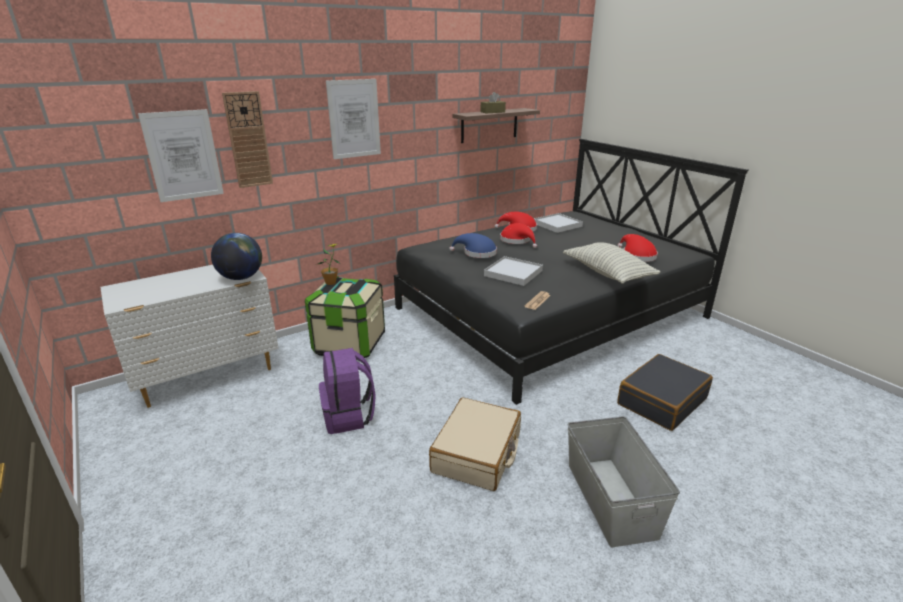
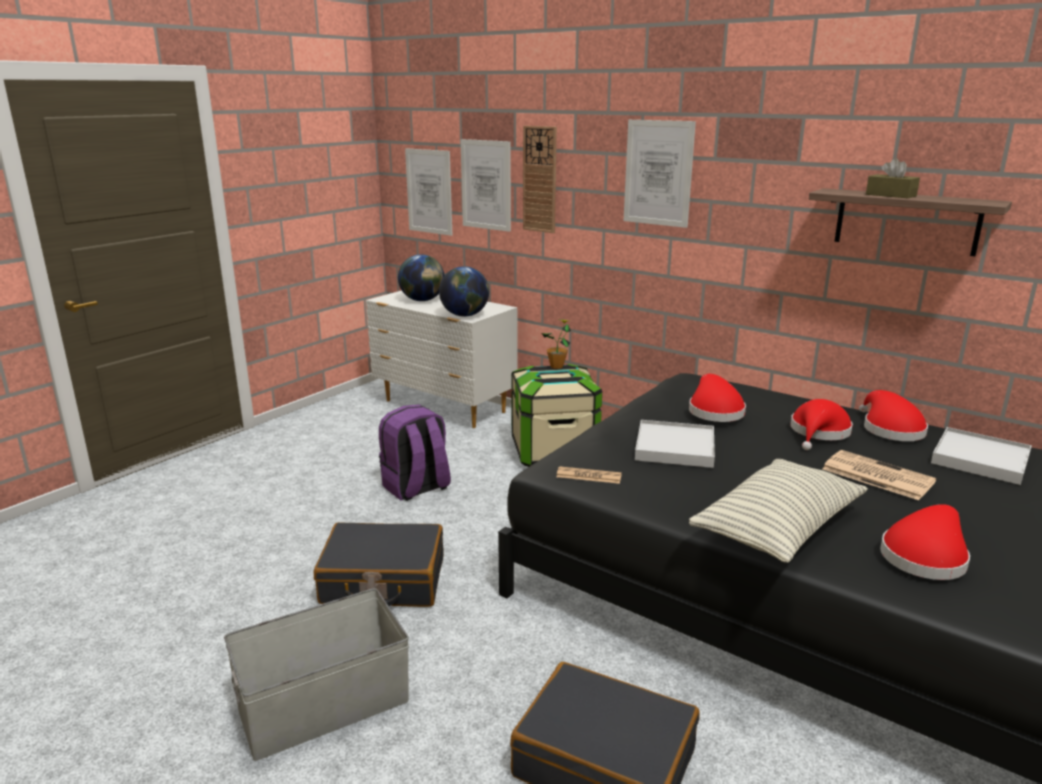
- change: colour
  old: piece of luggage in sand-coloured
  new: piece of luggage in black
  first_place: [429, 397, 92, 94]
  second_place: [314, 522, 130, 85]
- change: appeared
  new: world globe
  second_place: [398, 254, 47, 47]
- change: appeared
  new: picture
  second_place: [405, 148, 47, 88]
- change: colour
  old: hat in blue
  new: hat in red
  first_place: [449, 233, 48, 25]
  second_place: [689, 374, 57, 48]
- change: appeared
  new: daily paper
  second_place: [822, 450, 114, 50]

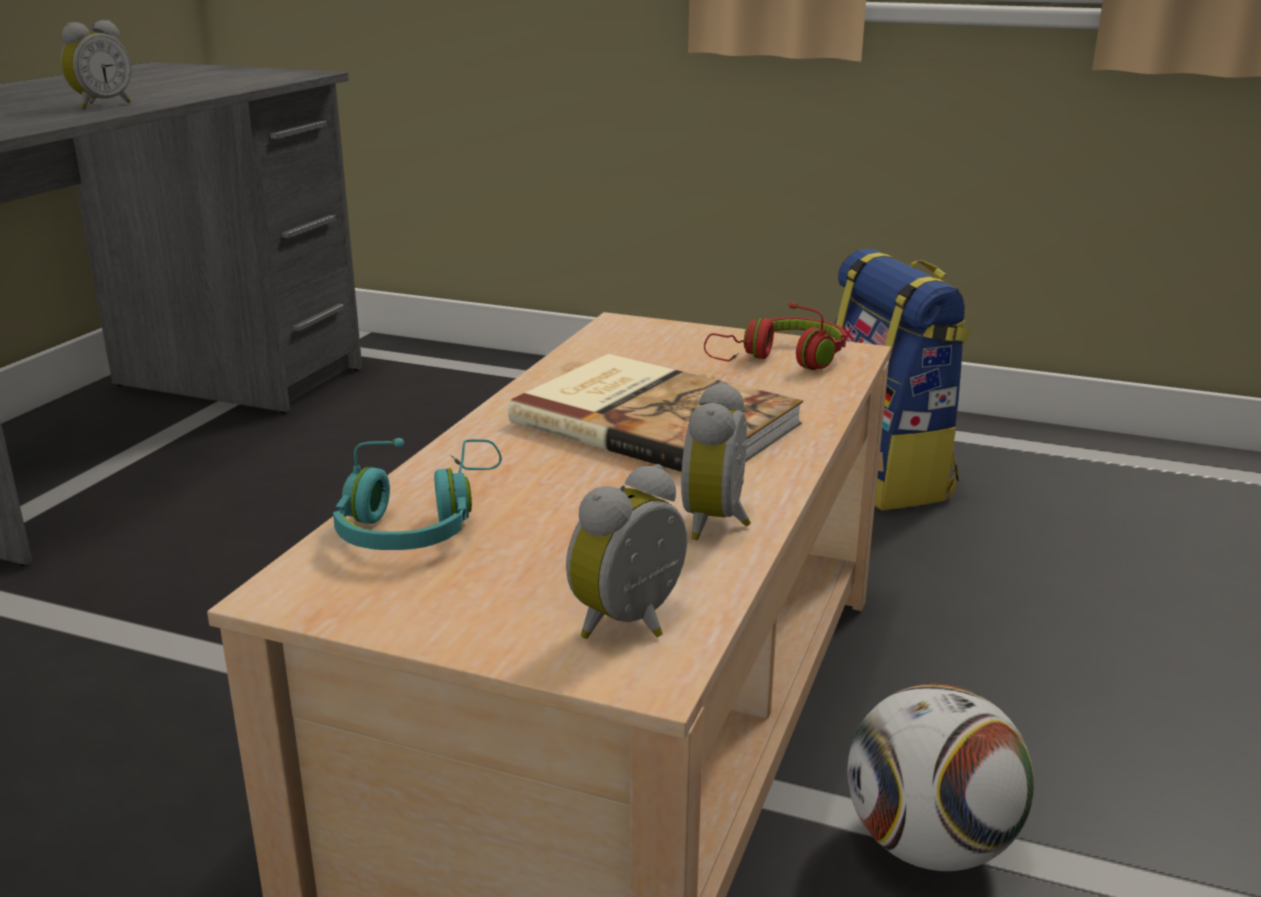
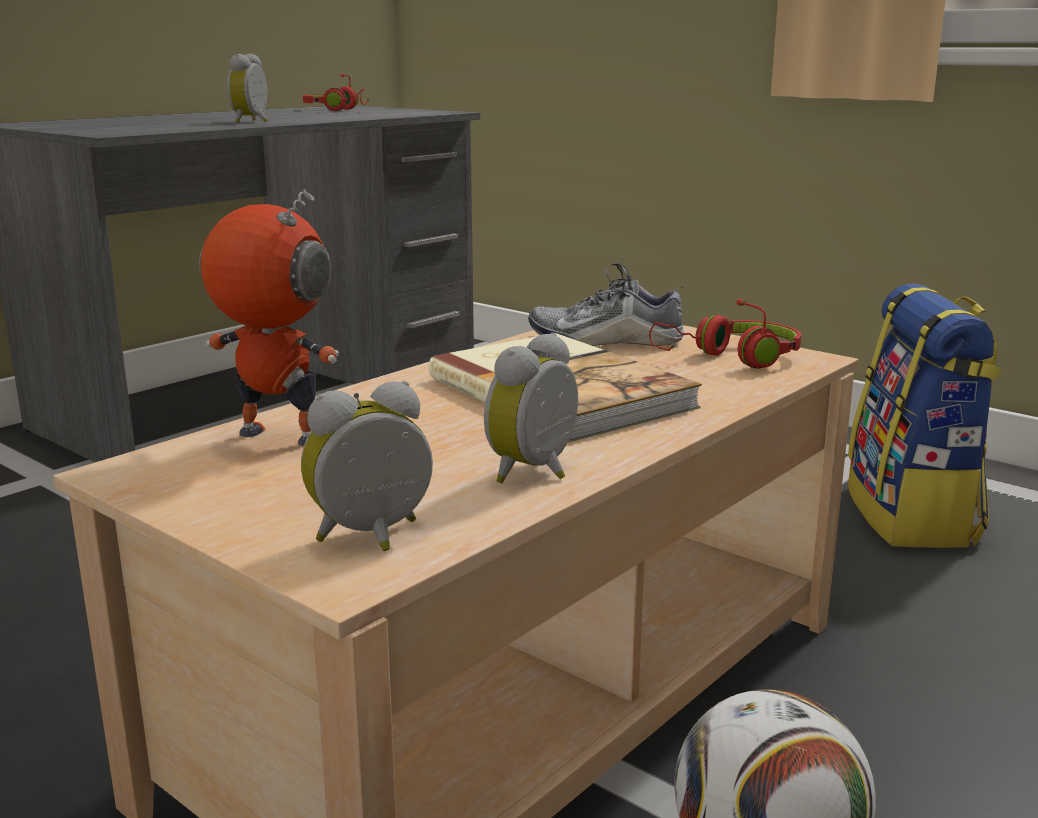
- change: exchanged
  old: headset in turquoise
  new: toy robot
  first_place: [333, 438, 169, 112]
  second_place: [199, 189, 140, 257]
- change: spun
  old: alarm clock
  first_place: [60, 20, 71, 89]
  second_place: [227, 54, 40, 69]
  degrees: 135
- change: appeared
  new: headset in red
  second_place: [303, 73, 66, 38]
- change: appeared
  new: item of footwear
  second_place: [528, 262, 157, 84]

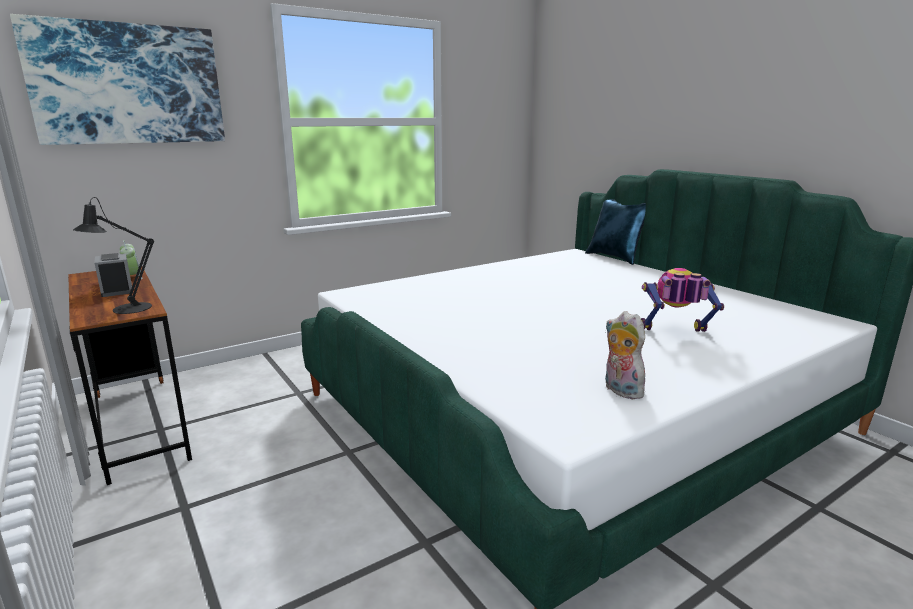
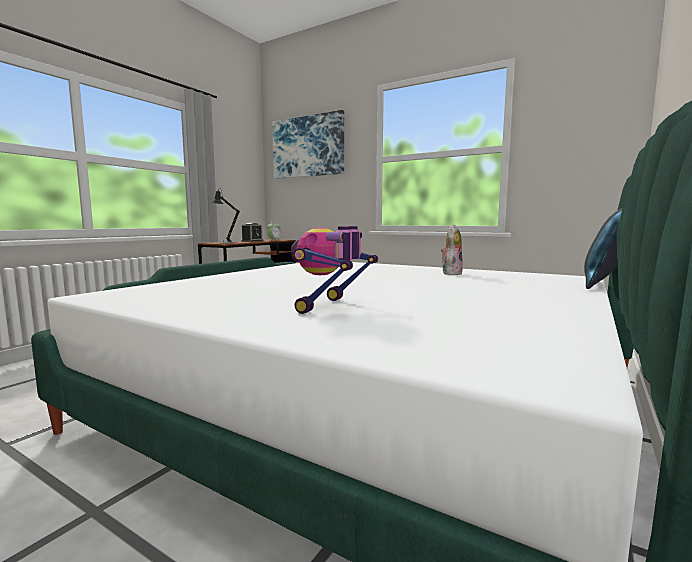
- change: spun
  old: toy robot
  first_place: [641, 268, 83, 64]
  second_place: [291, 226, 87, 88]
  degrees: -135
- change: relocated
  old: cuddly toy
  first_place: [605, 311, 41, 88]
  second_place: [441, 224, 22, 51]

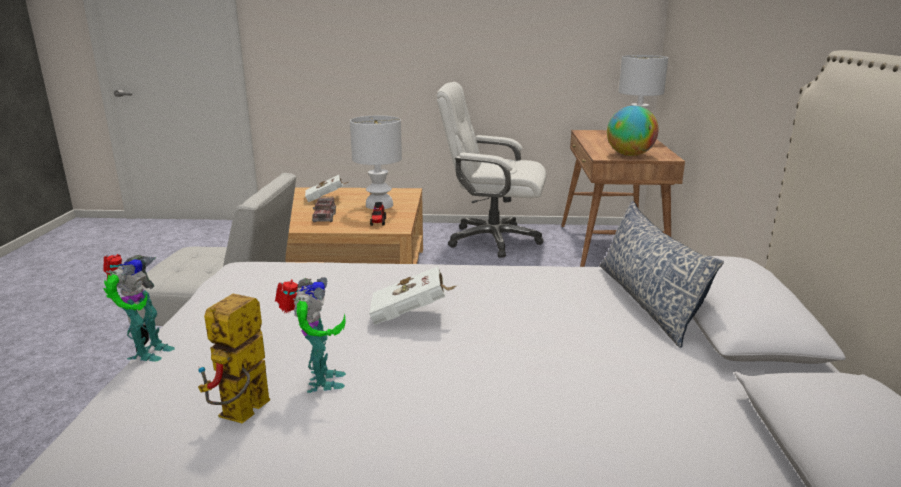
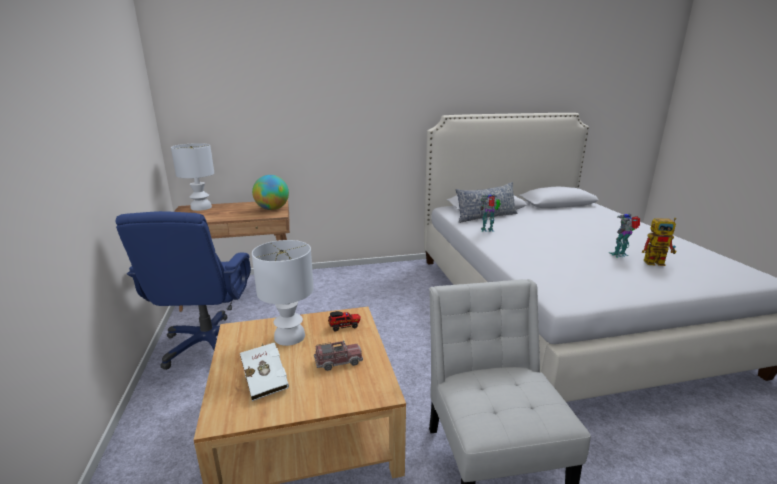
- change: colour
  old: desk chair in whitish
  new: desk chair in blue
  first_place: [437, 82, 109, 176]
  second_place: [116, 211, 135, 159]
- change: relocated
  old: toy robot
  first_place: [103, 254, 72, 108]
  second_place: [480, 195, 21, 37]
- change: missing
  old: volume in whitish
  first_place: [369, 266, 89, 59]

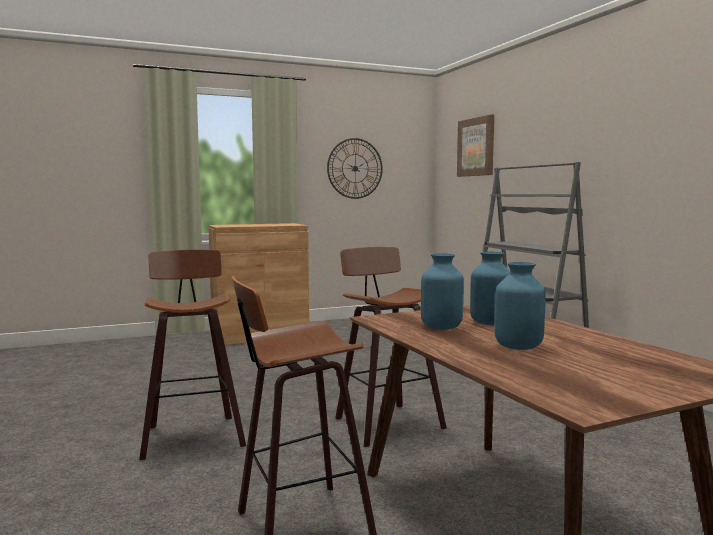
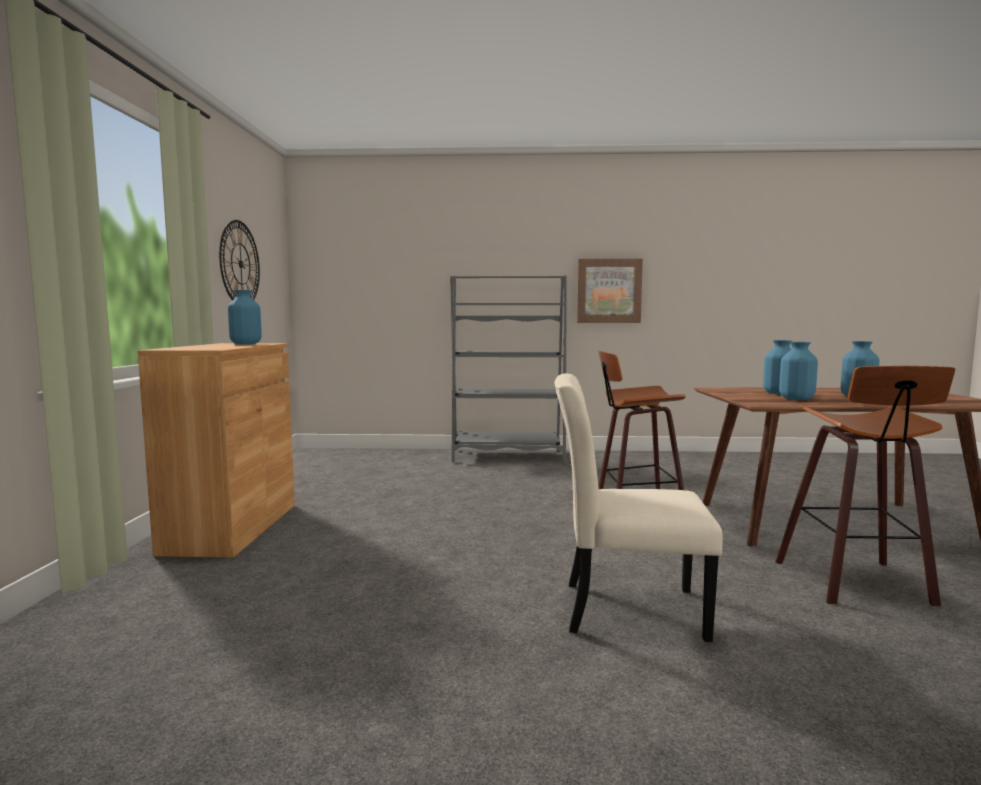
- change: appeared
  new: decorative vase in blue
  second_place: [228, 290, 34, 55]
- change: exchanged
  old: sitting stool
  new: upright chair in sand-coloured
  first_place: [139, 249, 107, 211]
  second_place: [555, 374, 168, 268]
- change: relocated
  old: picture
  first_place: [457, 114, 37, 63]
  second_place: [577, 259, 66, 64]

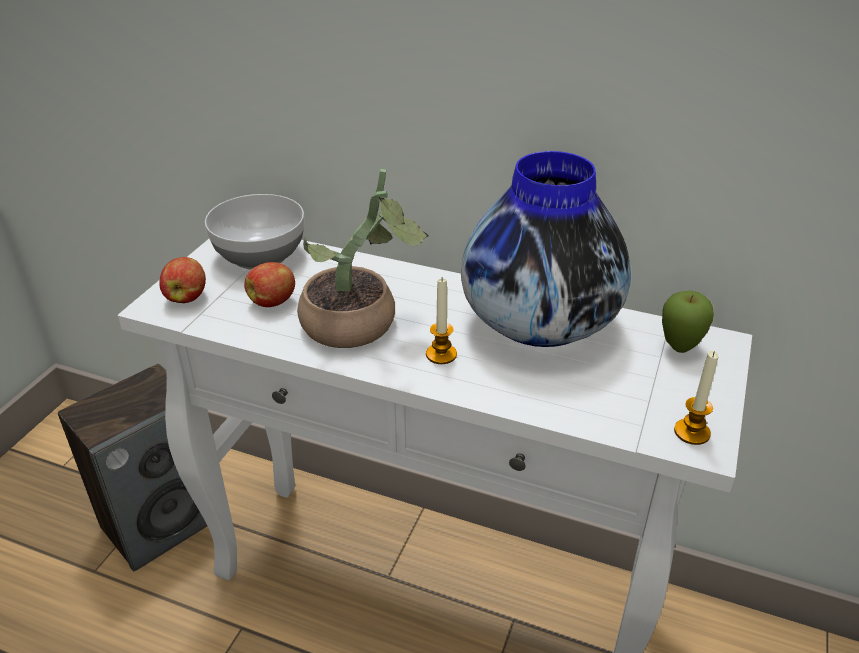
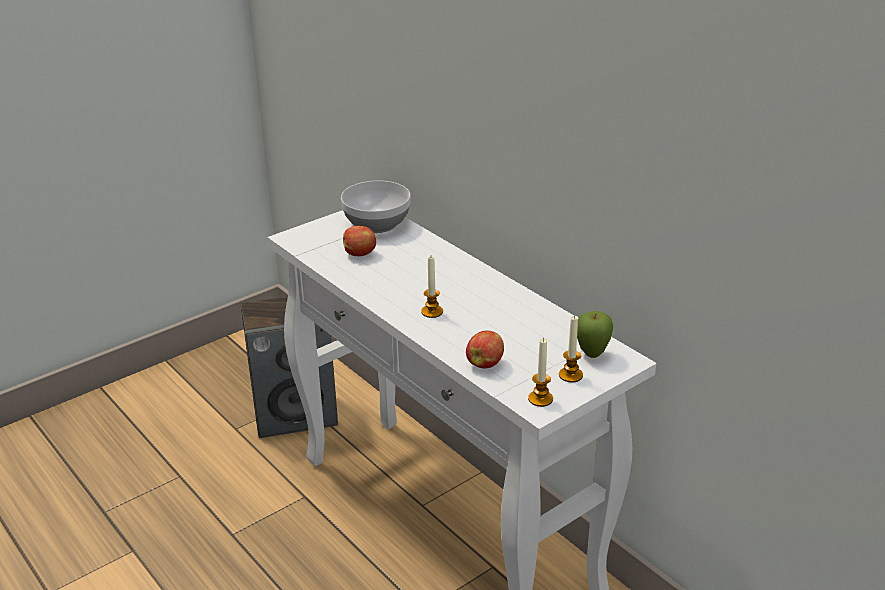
- change: relocated
  old: apple
  first_place: [159, 257, 47, 46]
  second_place: [466, 331, 38, 37]
- change: appeared
  new: wax light
  second_place: [559, 315, 24, 67]
- change: missing
  old: houseplant
  first_place: [297, 169, 132, 179]
- change: missing
  old: decorative vase
  first_place: [461, 151, 170, 196]

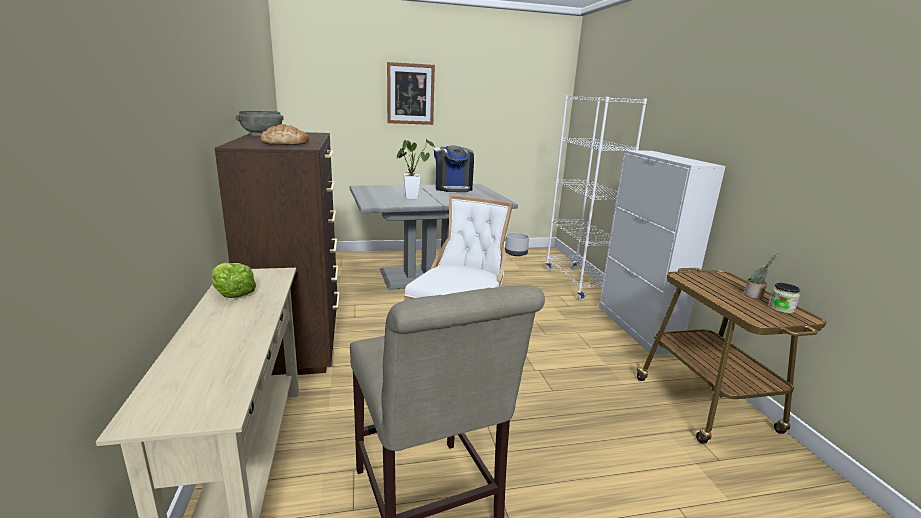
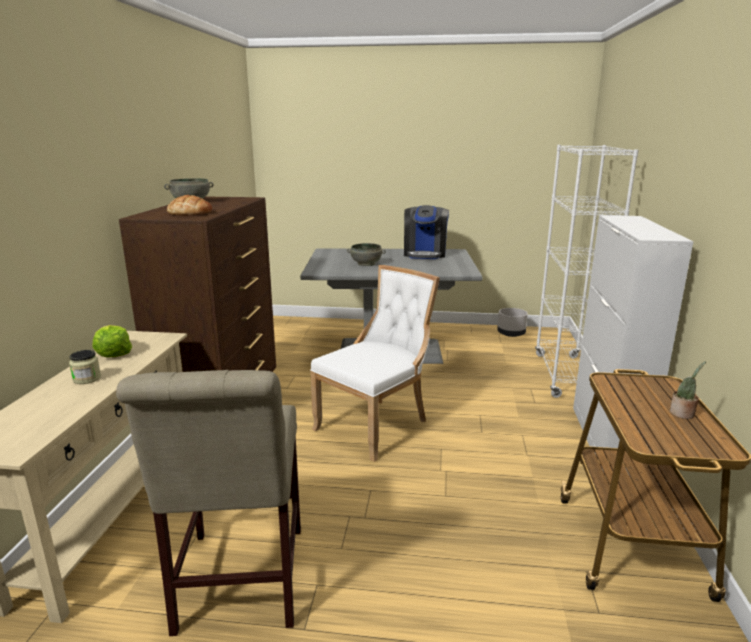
- change: relocated
  old: jar
  first_place: [768, 283, 32, 31]
  second_place: [69, 350, 32, 34]
- change: exchanged
  old: houseplant
  new: serving bowl in grey
  first_place: [397, 139, 38, 60]
  second_place: [347, 243, 39, 23]
- change: missing
  old: picture
  first_place: [387, 62, 48, 63]

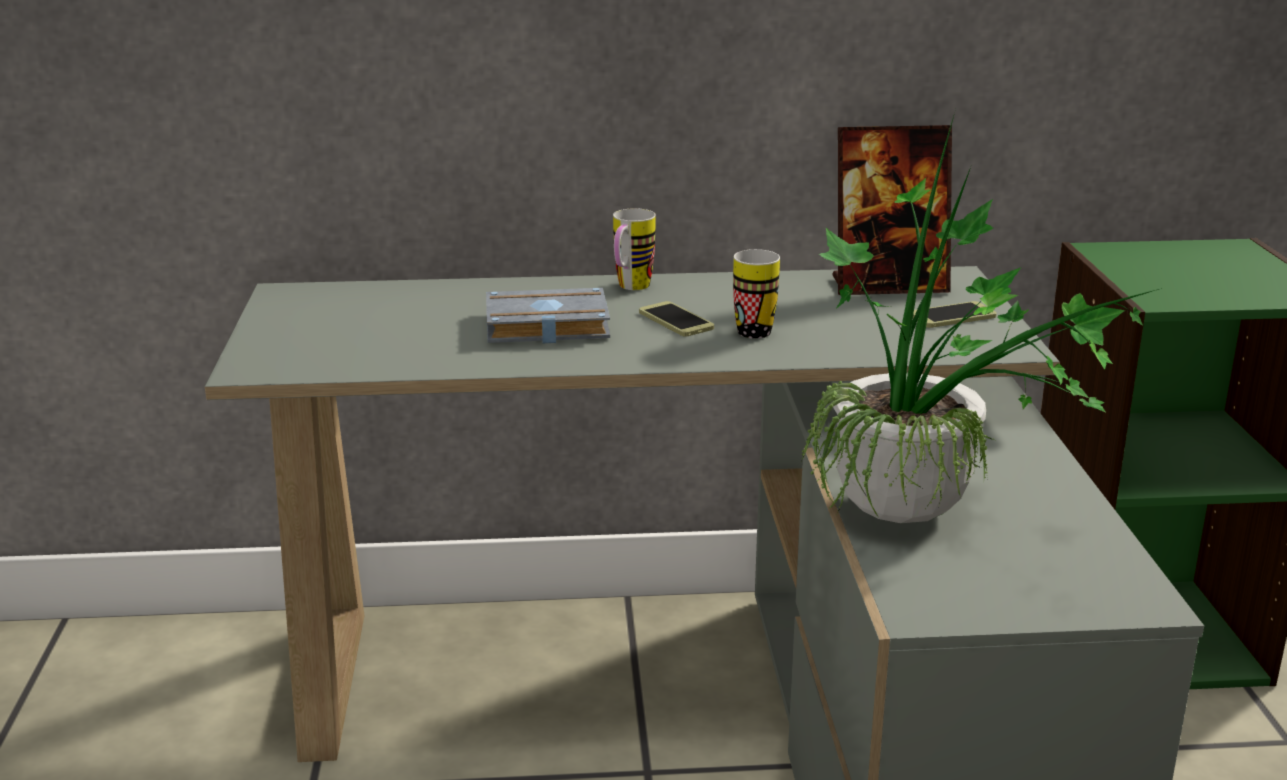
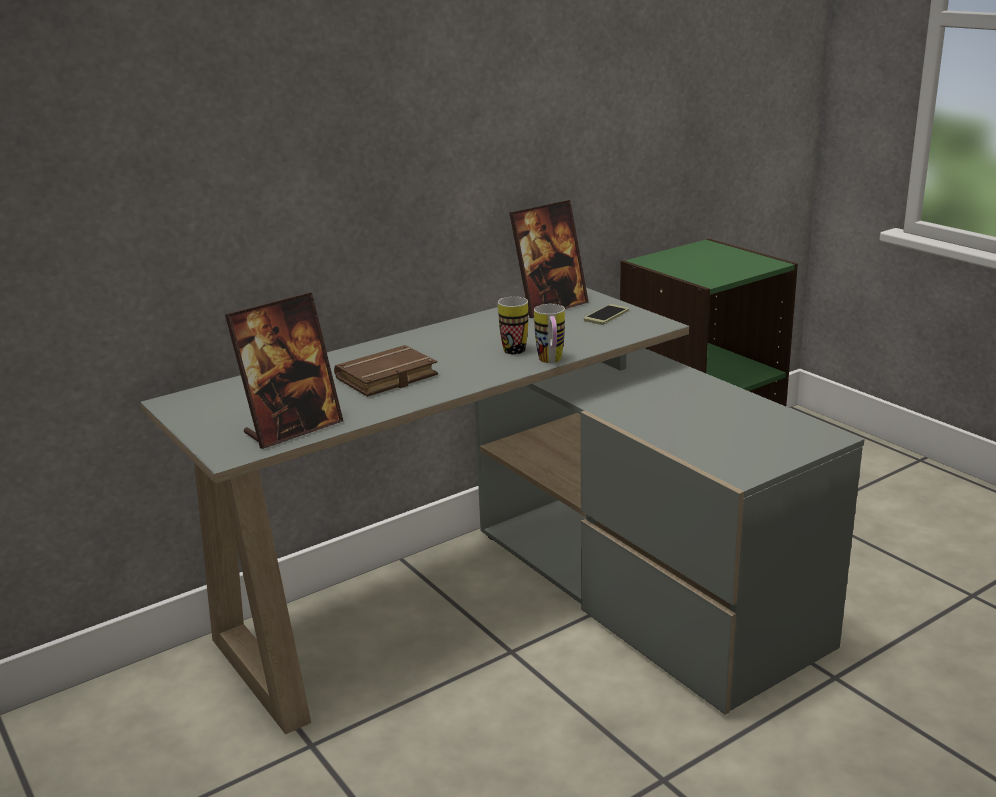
- change: appeared
  new: photo frame
  second_place: [225, 293, 118, 156]
- change: colour
  old: volume in grey
  new: volume in brown-coloured
  first_place: [486, 288, 124, 55]
  second_place: [334, 345, 104, 52]
- change: relocated
  old: tea mug
  first_place: [613, 208, 43, 82]
  second_place: [534, 304, 31, 59]
- change: missing
  old: handset
  first_place: [639, 301, 75, 36]
- change: missing
  old: houseplant
  first_place: [801, 113, 361, 410]

